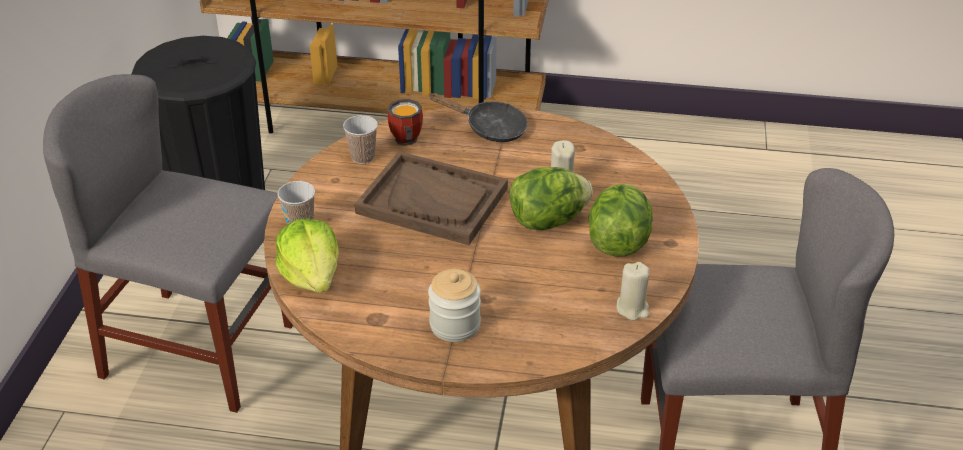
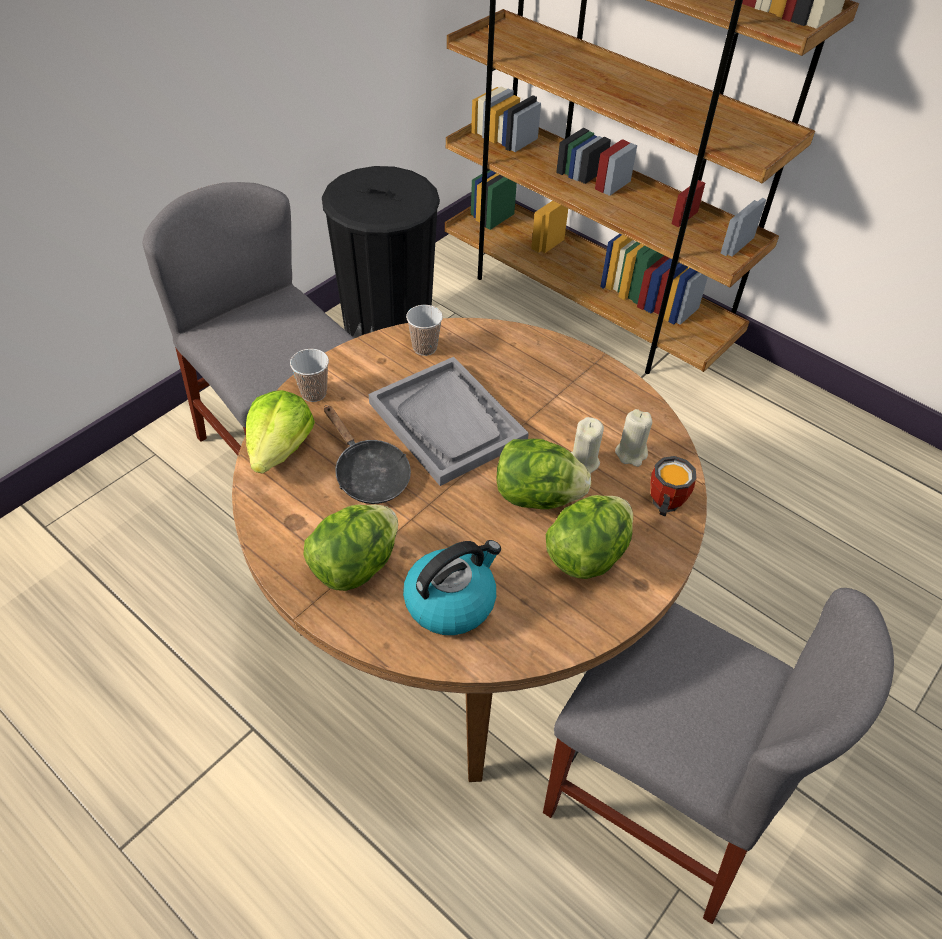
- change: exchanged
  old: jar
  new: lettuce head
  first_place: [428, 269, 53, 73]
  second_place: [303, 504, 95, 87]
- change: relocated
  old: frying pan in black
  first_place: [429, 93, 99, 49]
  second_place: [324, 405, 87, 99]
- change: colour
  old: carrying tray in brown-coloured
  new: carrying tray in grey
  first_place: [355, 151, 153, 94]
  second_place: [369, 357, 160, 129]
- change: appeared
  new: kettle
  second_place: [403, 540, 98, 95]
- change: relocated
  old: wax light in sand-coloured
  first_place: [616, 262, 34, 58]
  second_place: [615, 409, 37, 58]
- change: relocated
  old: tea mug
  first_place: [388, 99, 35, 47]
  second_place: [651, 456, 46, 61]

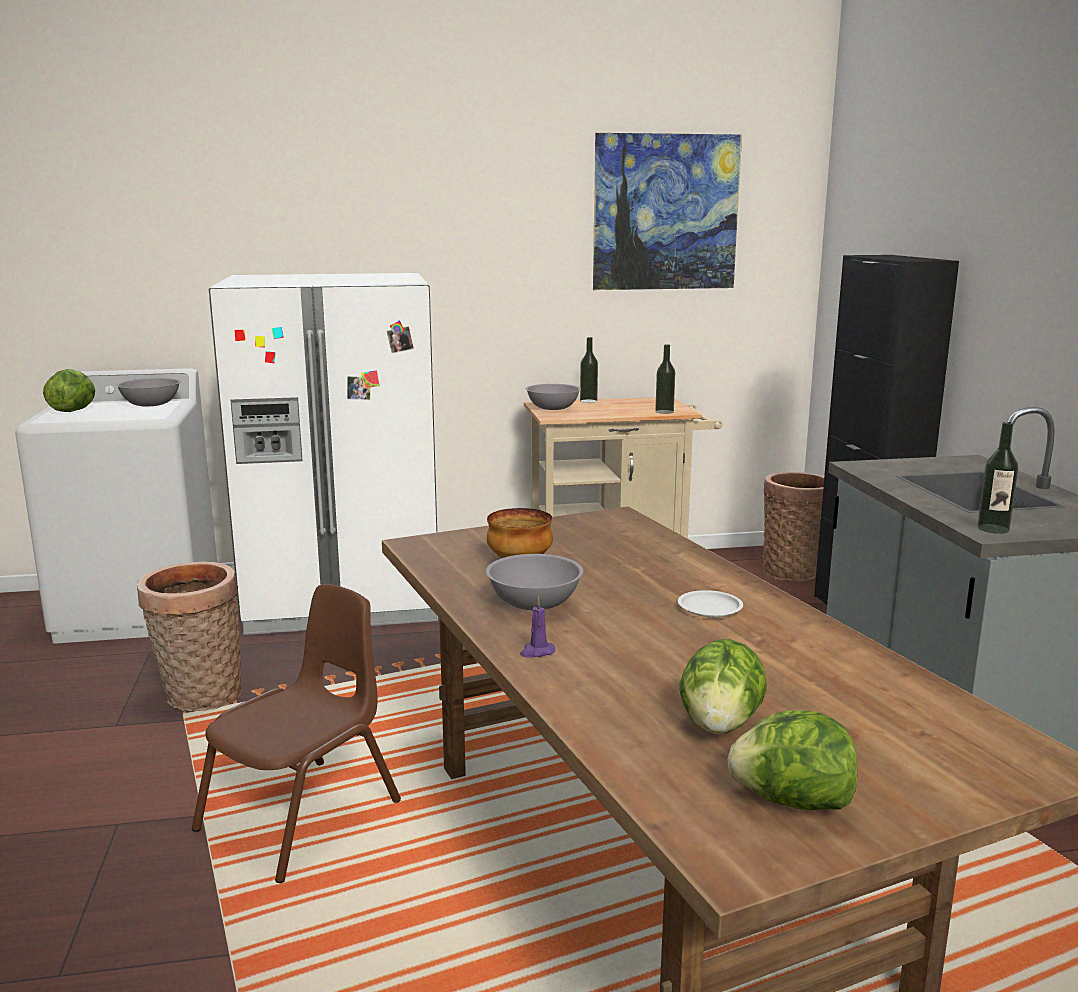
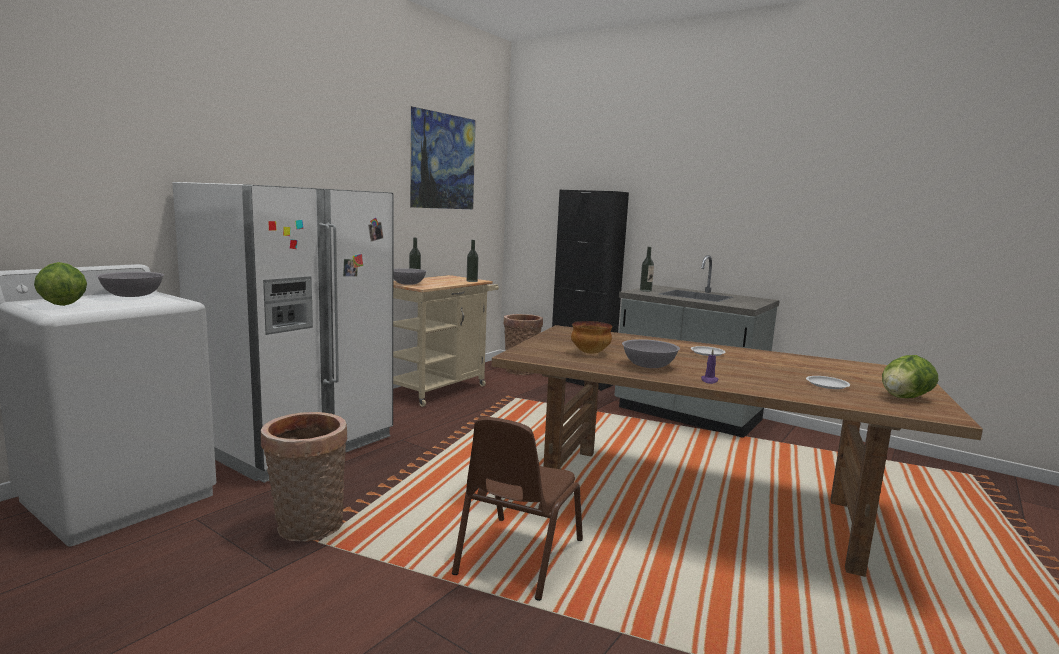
- change: spun
  old: upright chair in brown-coloured
  first_place: [192, 584, 209, 299]
  second_place: [452, 417, 131, 184]
  degrees: -150
- change: relocated
  old: drink bottle
  first_place: [977, 422, 42, 112]
  second_place: [640, 247, 14, 45]
- change: exchanged
  old: lettuce head
  new: plate in whitish
  first_place: [679, 639, 88, 95]
  second_place: [806, 376, 44, 13]

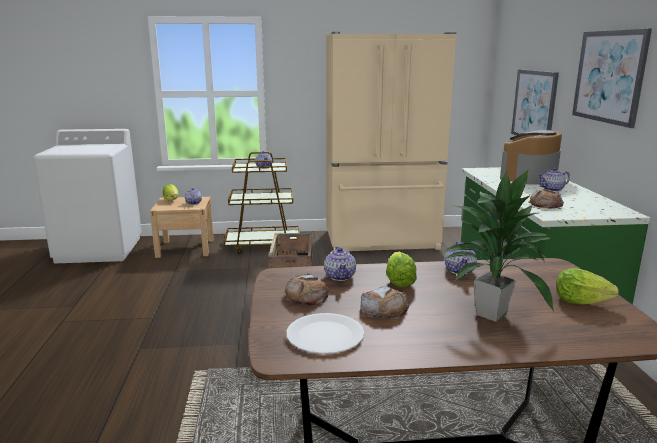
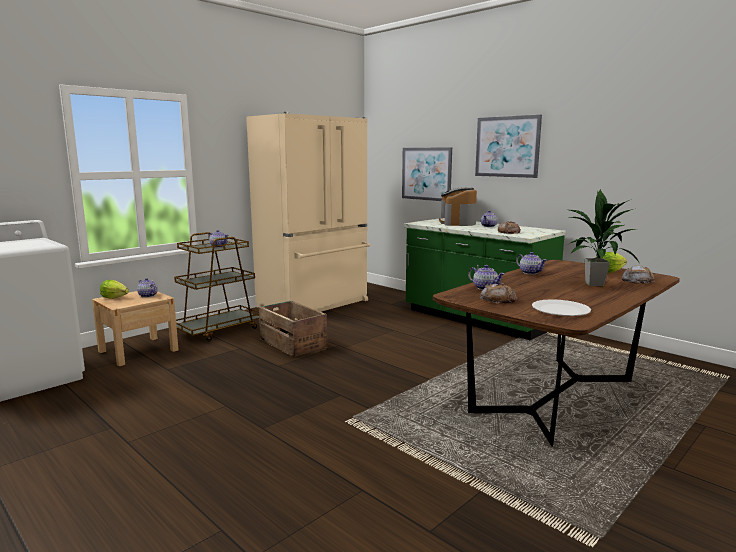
- change: relocated
  old: bread
  first_place: [360, 286, 49, 33]
  second_place: [622, 266, 33, 18]
- change: missing
  old: lettuce head
  first_place: [386, 251, 31, 36]

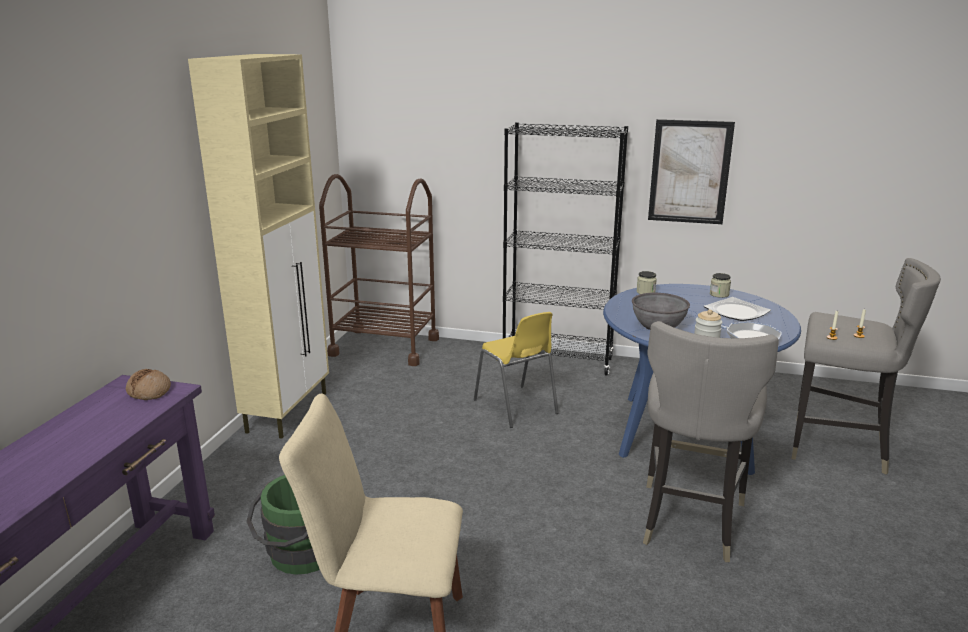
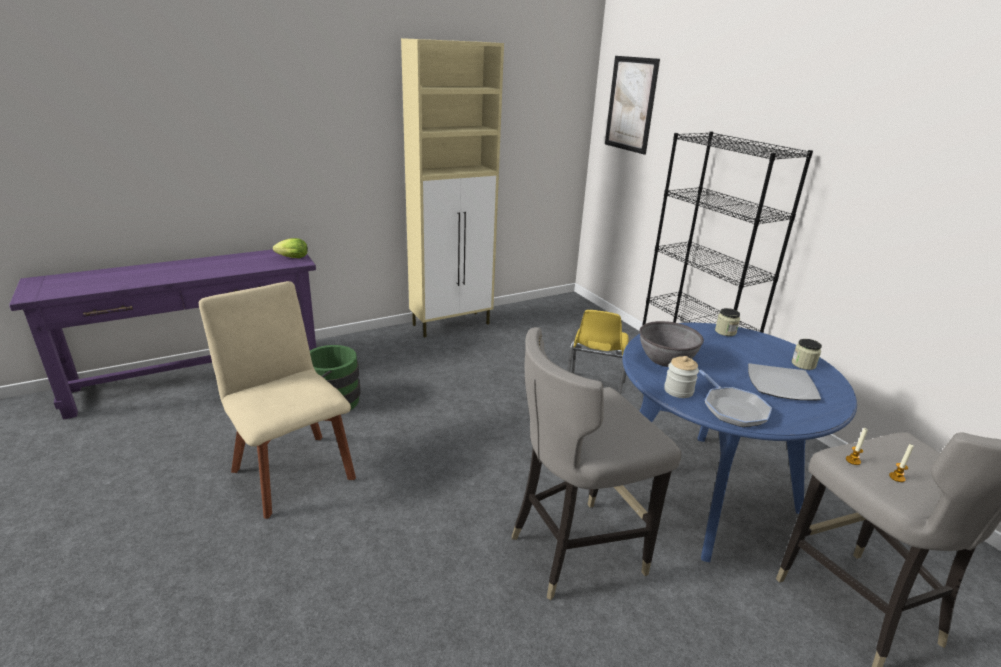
- change: exchanged
  old: bread
  new: lettuce head
  first_place: [126, 369, 45, 31]
  second_place: [273, 238, 35, 20]
- change: relocated
  old: picture
  first_place: [648, 119, 87, 105]
  second_place: [605, 56, 55, 99]
- change: missing
  old: wheeled cart in brown-coloured
  first_place: [319, 174, 120, 192]

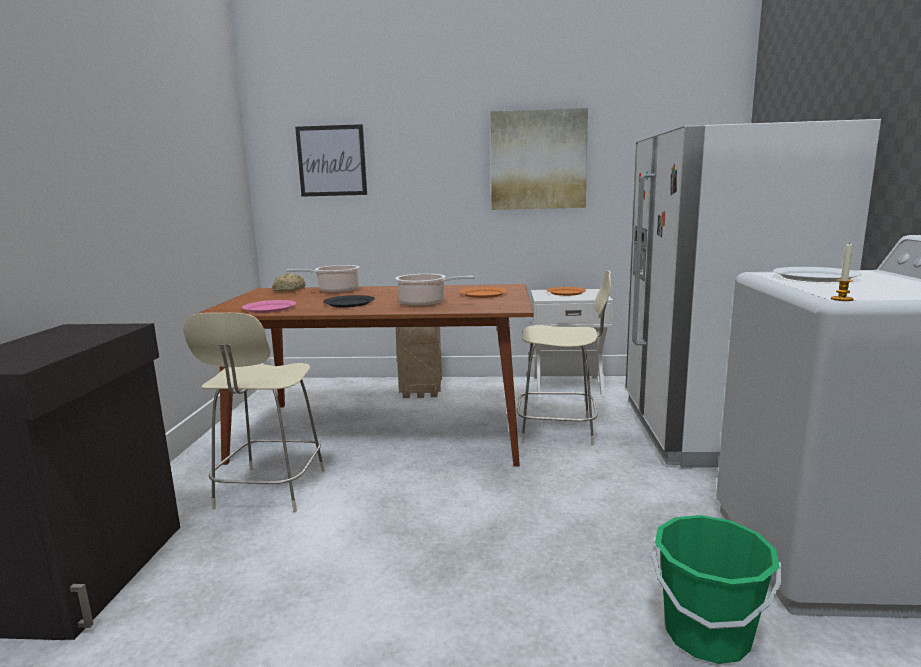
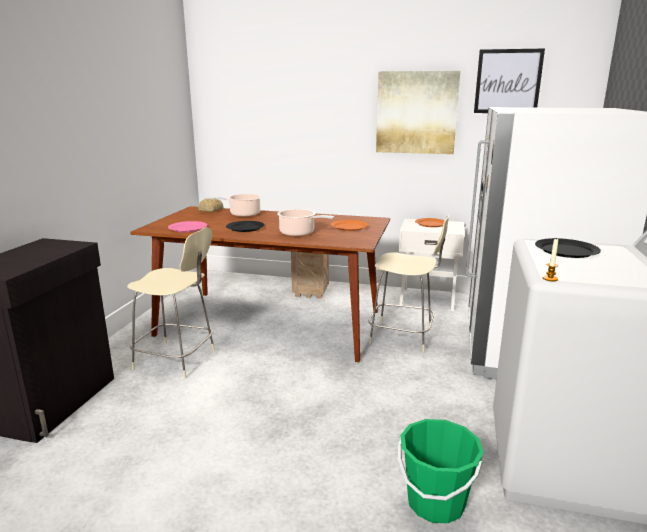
- change: spun
  old: upright chair in sand-coloured
  first_place: [183, 313, 142, 199]
  second_place: [127, 227, 88, 152]
  degrees: -90
- change: relocated
  old: picture
  first_place: [295, 124, 72, 73]
  second_place: [474, 48, 71, 65]
- change: colour
  old: plate in whitish
  new: plate in black
  first_place: [773, 267, 89, 15]
  second_place: [535, 238, 66, 20]

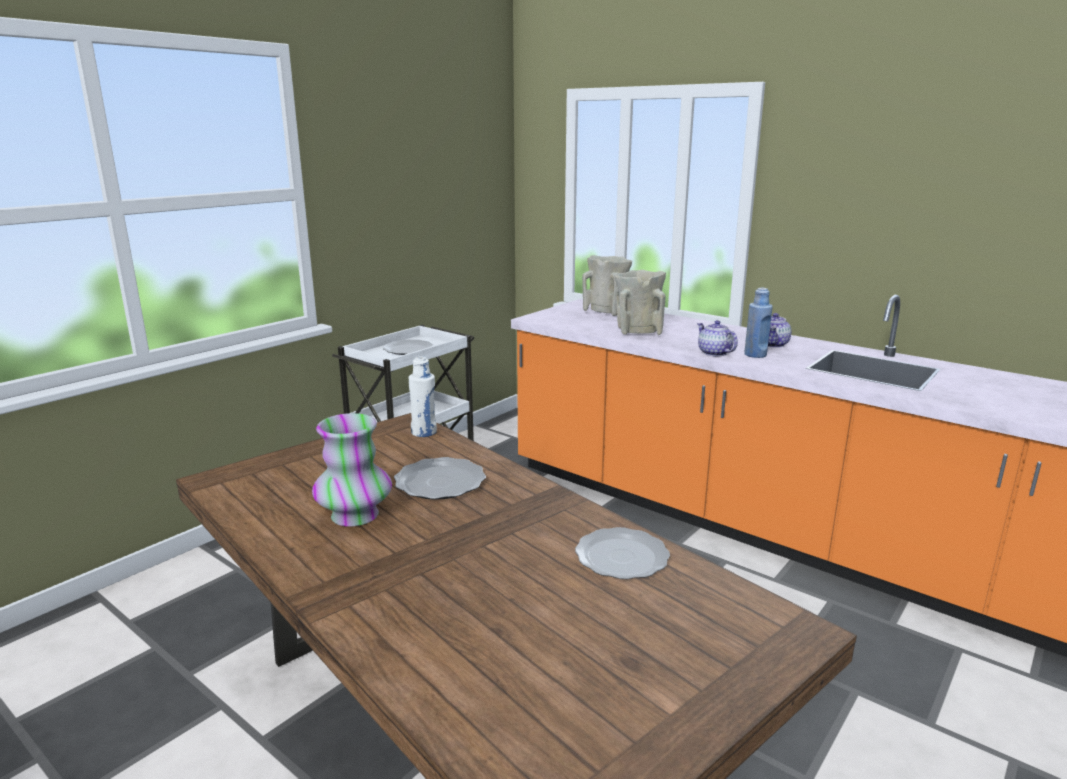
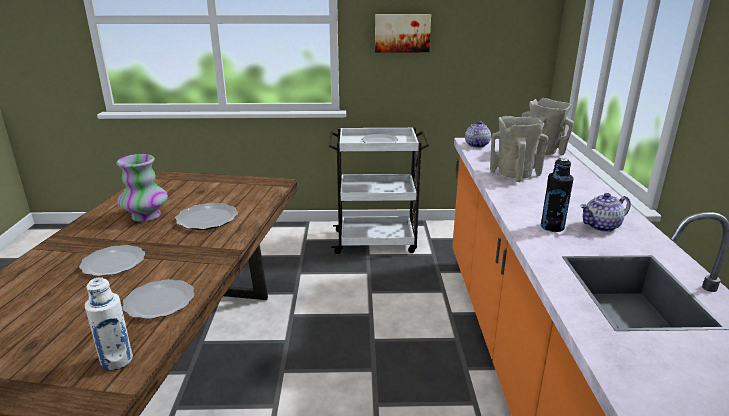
- change: appeared
  new: plate
  second_place: [79, 245, 66, 31]
- change: relocated
  old: drink bottle in whitish
  first_place: [408, 356, 29, 81]
  second_place: [85, 277, 48, 94]
- change: appeared
  new: picture
  second_place: [375, 14, 56, 39]
- change: relocated
  old: tea pot
  first_place: [697, 320, 41, 37]
  second_place: [465, 121, 26, 27]
- change: colour
  old: drink bottle in blue
  new: drink bottle in black
  first_place: [744, 288, 29, 70]
  second_place: [541, 158, 32, 74]

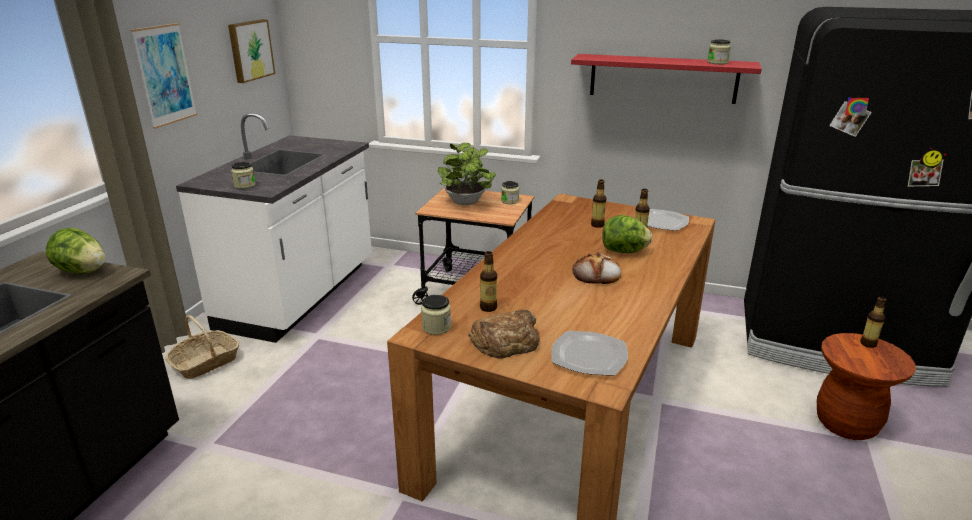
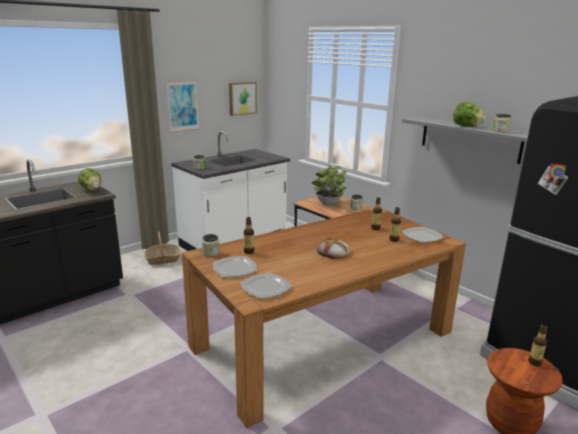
- change: exchanged
  old: bread
  new: plate
  first_place: [468, 309, 72, 50]
  second_place: [213, 256, 44, 21]
- change: colour
  old: shelf in red
  new: shelf in grey
  first_place: [571, 54, 191, 50]
  second_place: [402, 117, 127, 47]
- change: relocated
  old: lettuce head
  first_place: [602, 215, 50, 38]
  second_place: [453, 102, 32, 25]

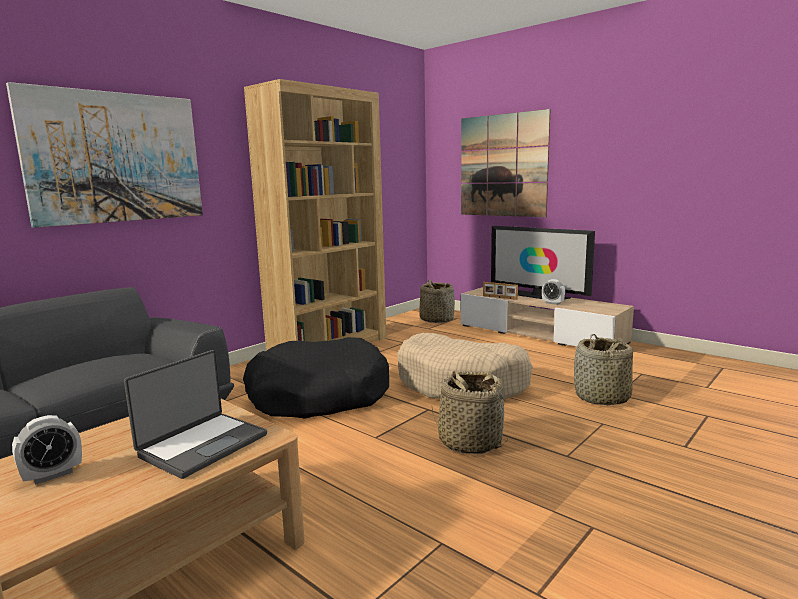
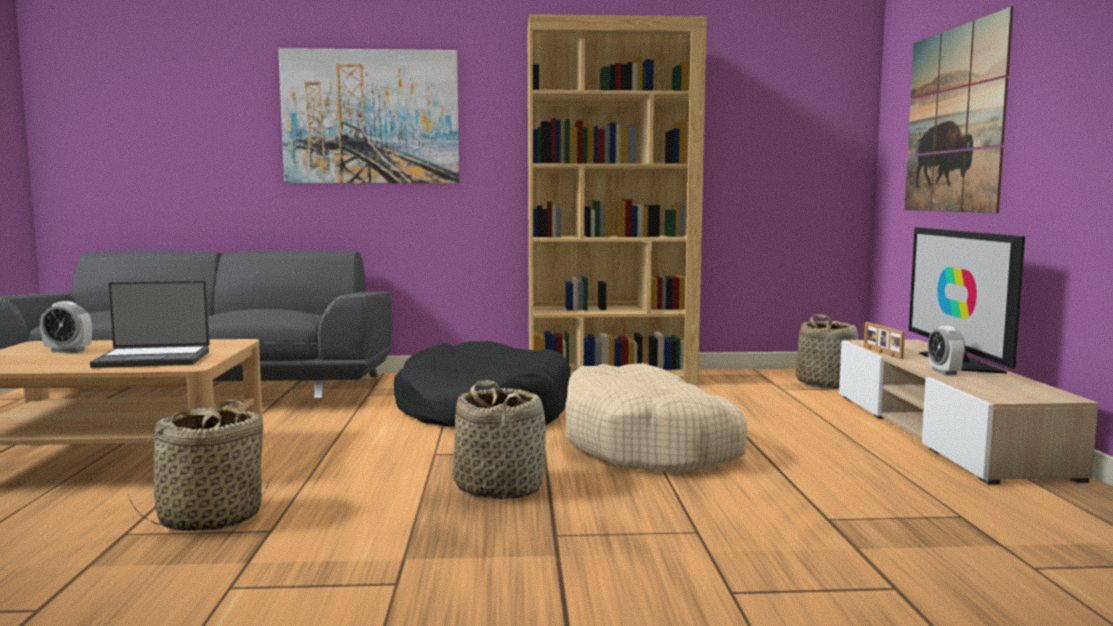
- change: relocated
  old: household basket
  first_place: [574, 334, 59, 71]
  second_place: [128, 400, 142, 131]

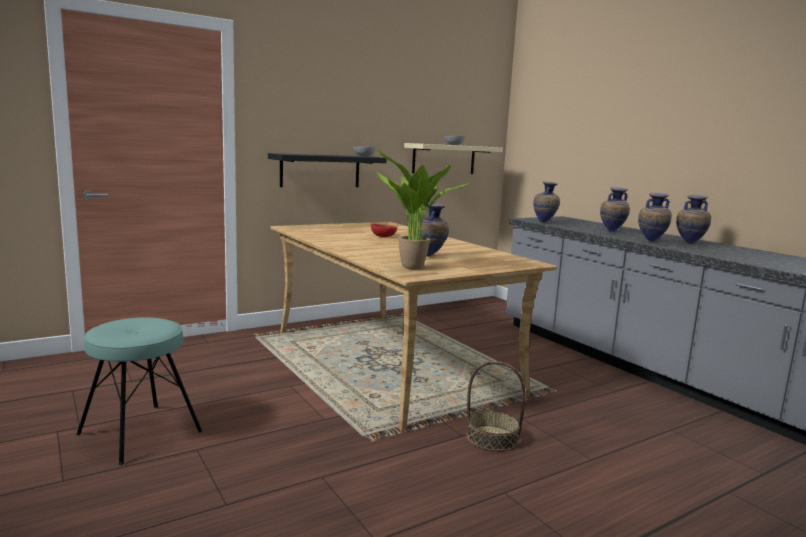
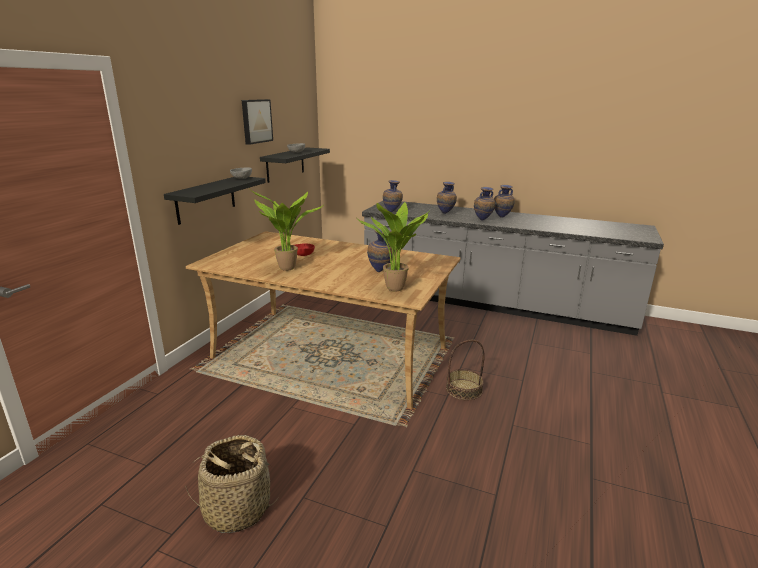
- change: exchanged
  old: sitting stool in turquoise
  new: household basket
  first_place: [76, 317, 126, 148]
  second_place: [185, 435, 93, 98]
- change: appeared
  new: picture
  second_place: [242, 99, 31, 46]
- change: appeared
  new: houseplant
  second_place: [248, 187, 75, 84]
- change: colour
  old: shelf in sand-coloured
  new: shelf in black
  first_place: [404, 143, 99, 31]
  second_place: [260, 147, 70, 36]

